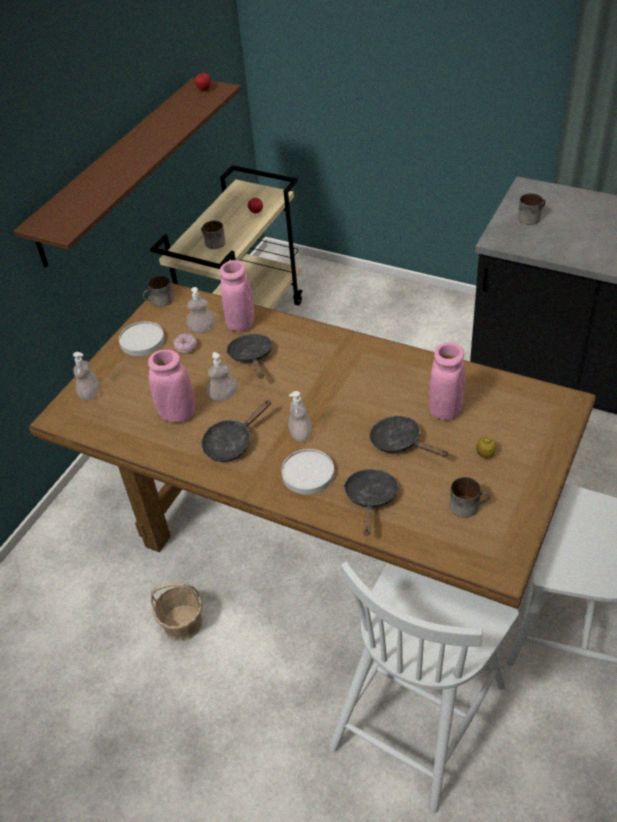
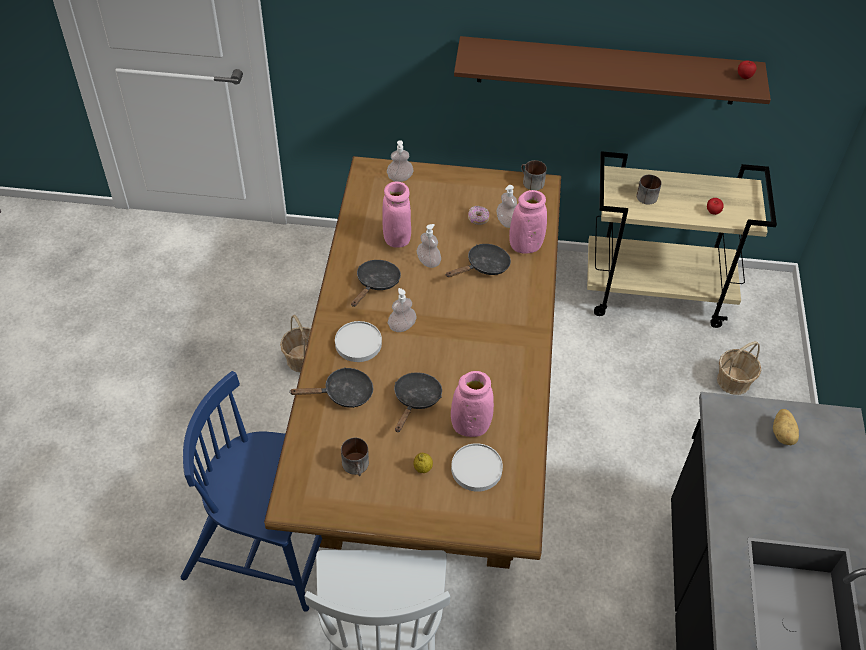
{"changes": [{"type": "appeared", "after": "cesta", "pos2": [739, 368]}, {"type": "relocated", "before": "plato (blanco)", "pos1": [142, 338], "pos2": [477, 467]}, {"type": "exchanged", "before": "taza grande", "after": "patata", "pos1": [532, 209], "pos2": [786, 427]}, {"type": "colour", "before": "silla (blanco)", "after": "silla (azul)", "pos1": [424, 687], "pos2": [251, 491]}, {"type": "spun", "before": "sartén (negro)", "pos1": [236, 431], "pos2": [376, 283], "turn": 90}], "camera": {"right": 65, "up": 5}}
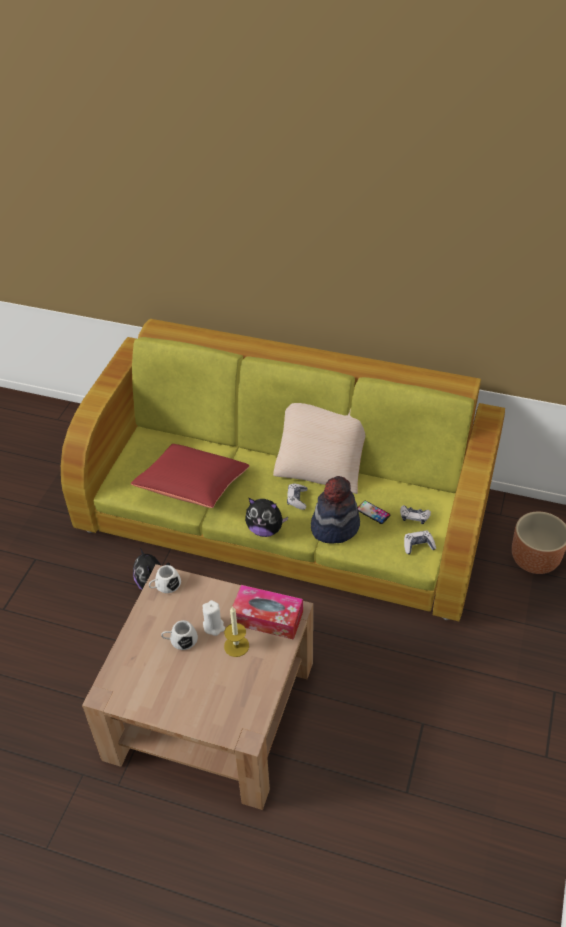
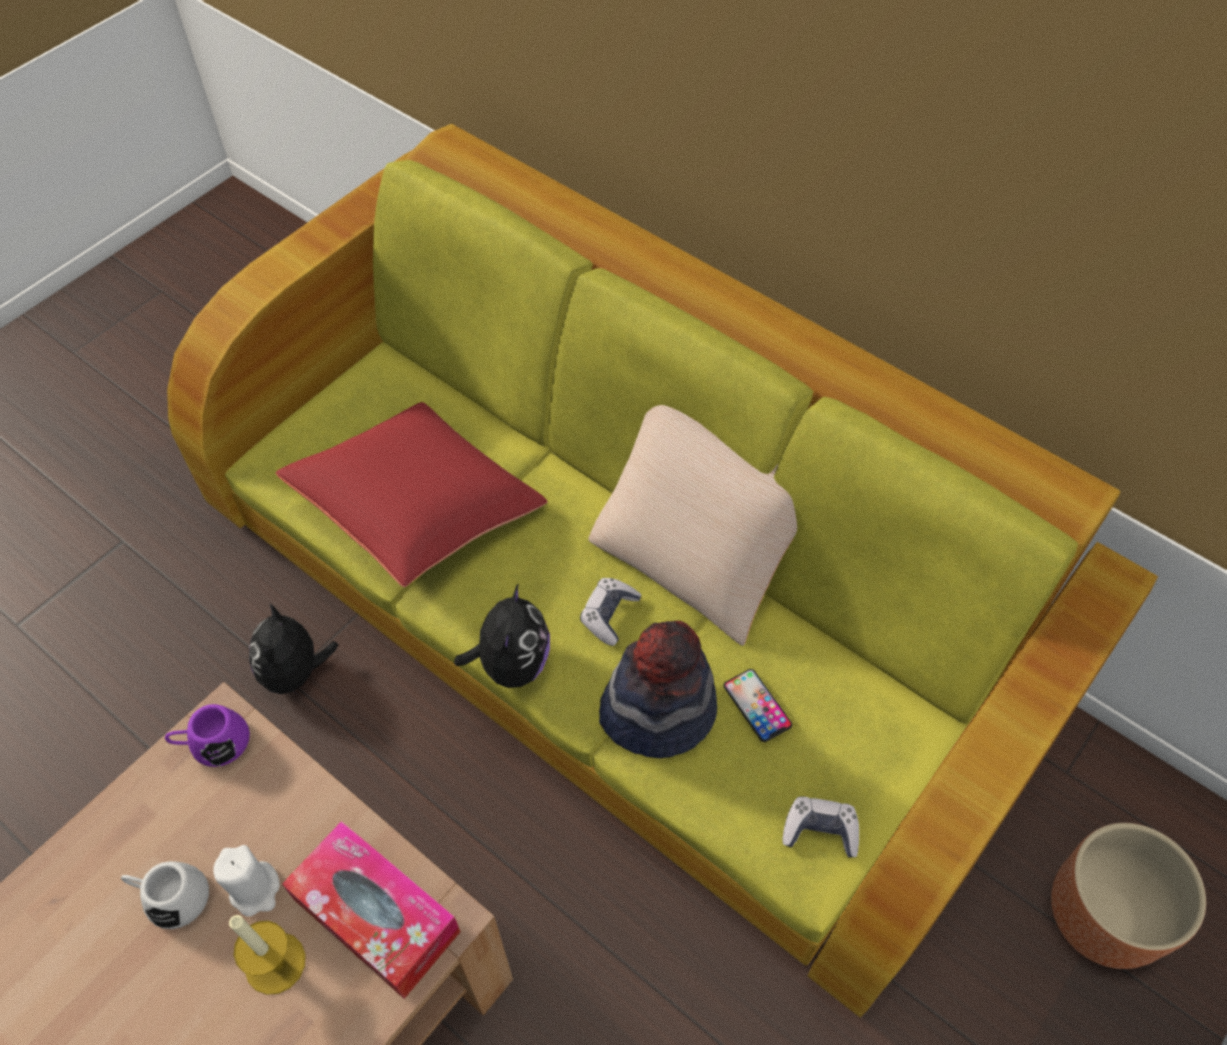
{"changes": [{"type": "missing", "before": "mando de consola", "pos1": [415, 514]}, {"type": "colour", "before": "taza grande (blanco)", "after": "taza grande (morado)", "pos1": [165, 579], "pos2": [207, 735]}, {"type": "spun", "before": "peluche", "pos1": [266, 517], "pos2": [502, 636], "turn": -120}], "camera": {"right": 20, "up": 10}}
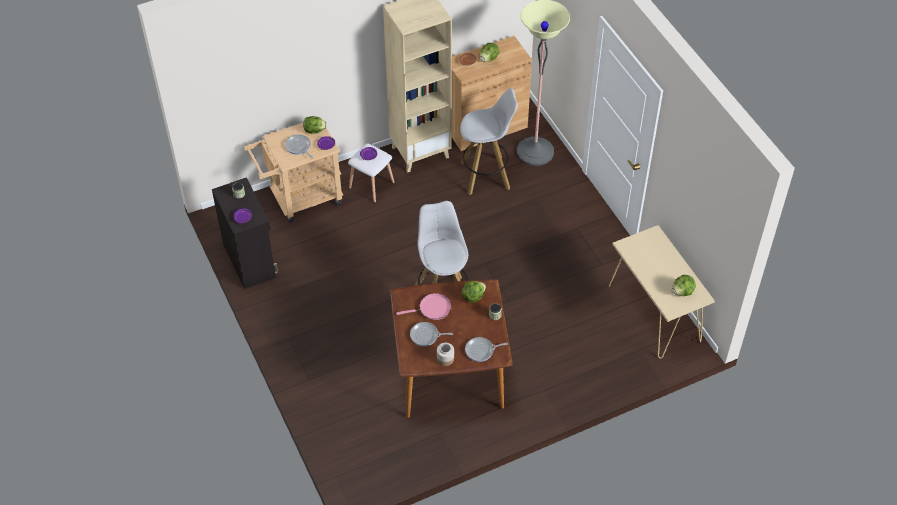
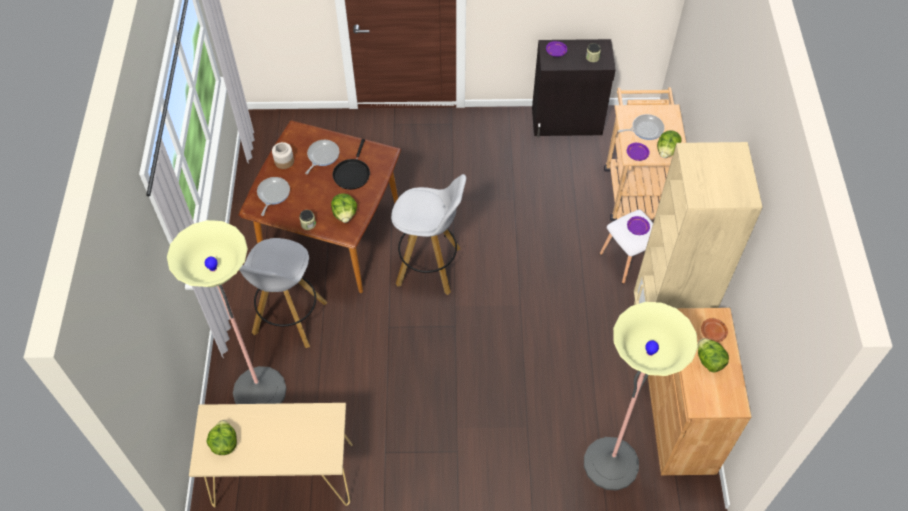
{"changes": [{"type": "appeared", "after": "lámpara de pie", "pos2": [227, 312]}, {"type": "relocated", "before": "taburete (blanco)", "pos1": [489, 141], "pos2": [283, 293]}, {"type": "colour", "before": "sartén (rosa)", "after": "sartén (negro)", "pos1": [424, 306], "pos2": [351, 164]}], "camera": {"right": 115, "up": 5}}
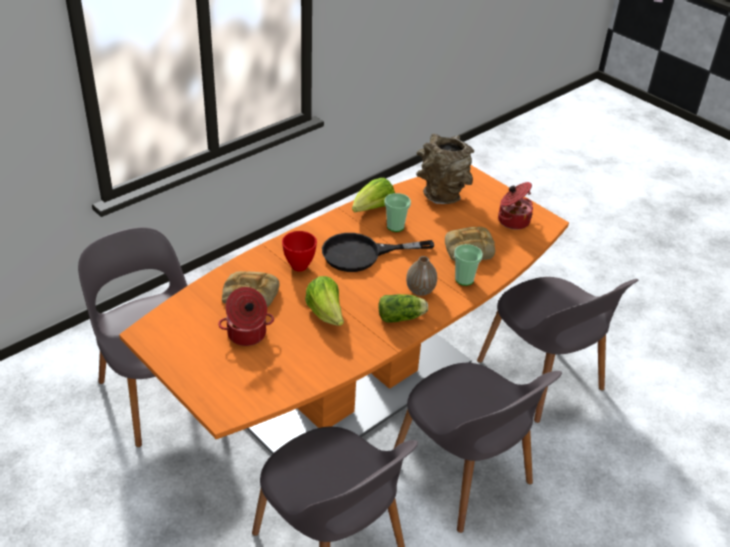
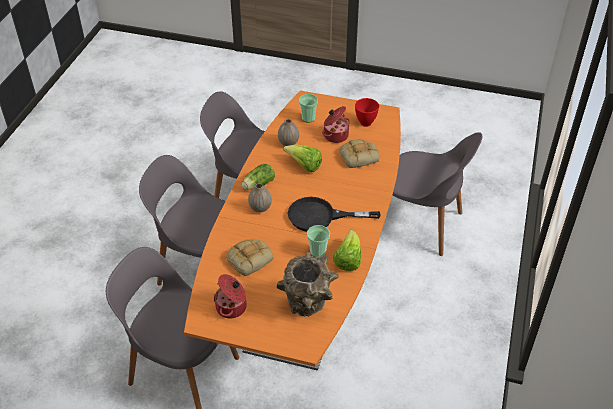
{"changes": [{"type": "appeared", "after": "florero", "pos2": [288, 132]}, {"type": "relocated", "before": "cuenco (rojo)", "pos1": [299, 251], "pos2": [367, 112]}, {"type": "relocated", "before": "taza", "pos1": [468, 265], "pos2": [308, 108]}, {"type": "spun", "before": "sartén (negro)", "pos1": [378, 252], "pos2": [334, 214], "turn": -135}], "camera": {"right": 150, "up": 5}}
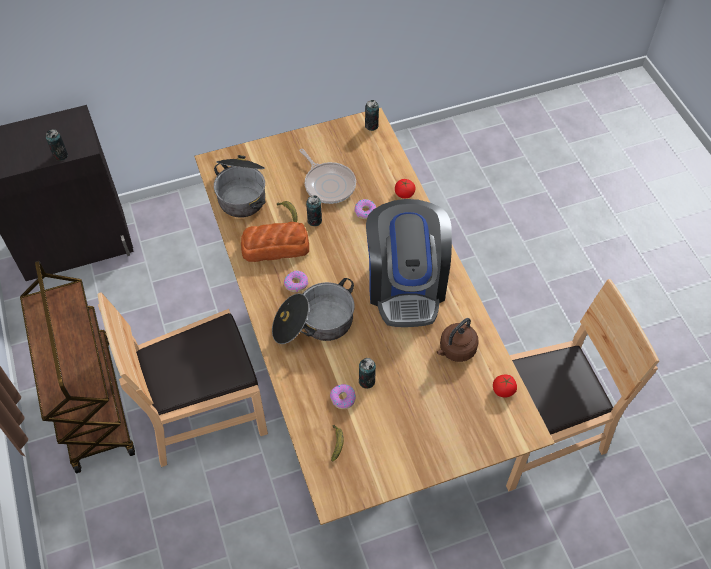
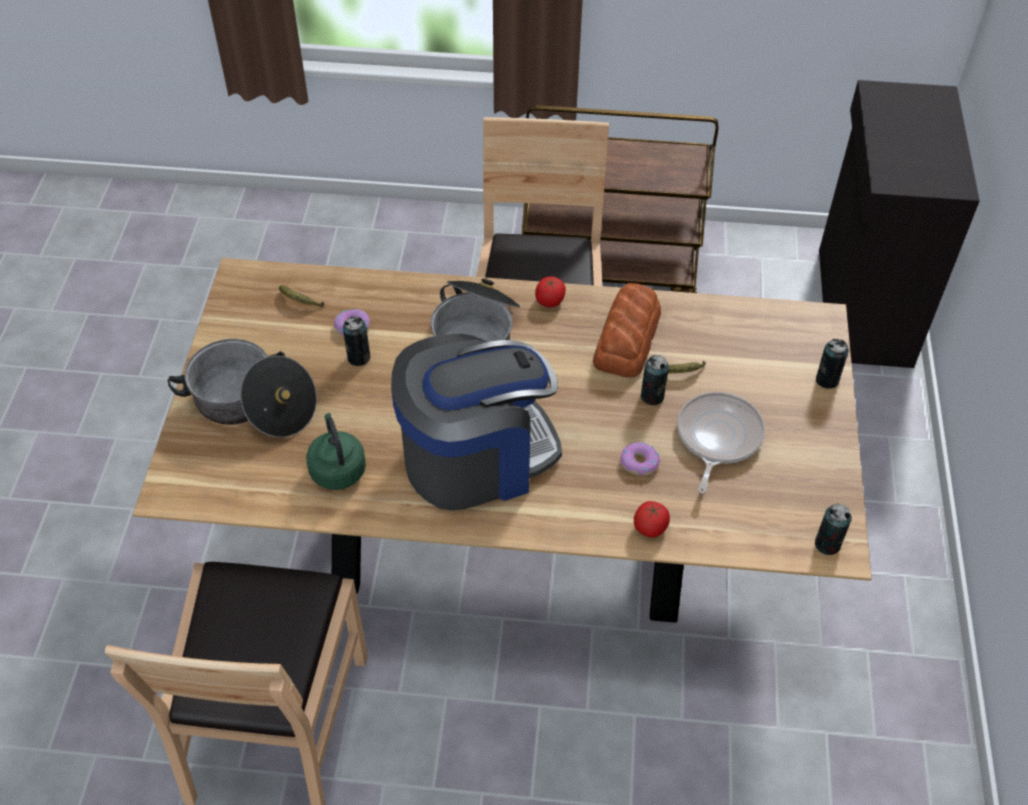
{"changes": [{"type": "missing", "before": "rosquilla", "pos1": [296, 281]}, {"type": "relocated", "before": "lata", "pos1": [57, 145], "pos2": [832, 364]}, {"type": "relocated", "before": "olla", "pos1": [240, 186], "pos2": [242, 388]}, {"type": "relocated", "before": "tomate", "pos1": [505, 386], "pos2": [550, 291]}, {"type": "colour", "before": "hervidor (marrón)", "after": "hervidor (verde)", "pos1": [458, 340], "pos2": [336, 451]}, {"type": "spun", "before": "sartén", "pos1": [327, 176], "pos2": [721, 443], "turn": 120}, {"type": "spun", "before": "cafetera", "pos1": [409, 263], "pos2": [476, 422], "turn": 135}], "camera": {"right": 115, "up": -5}}
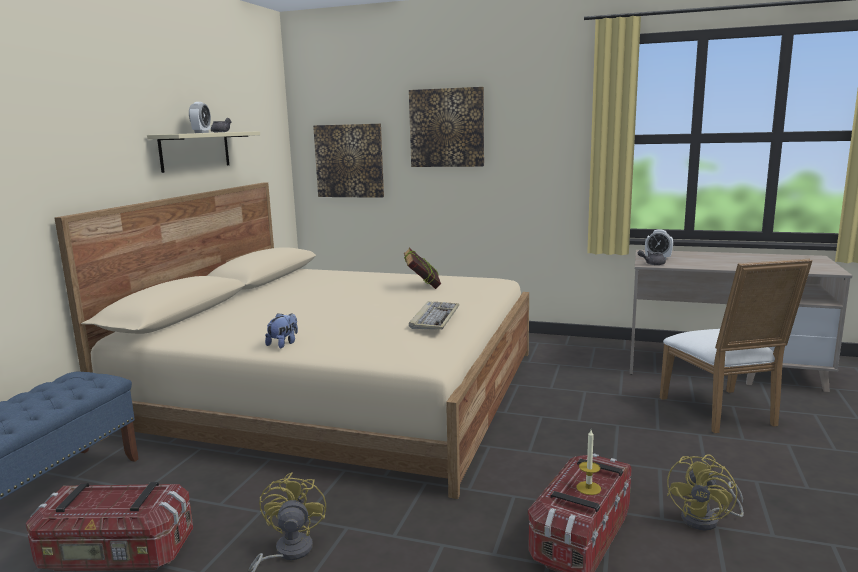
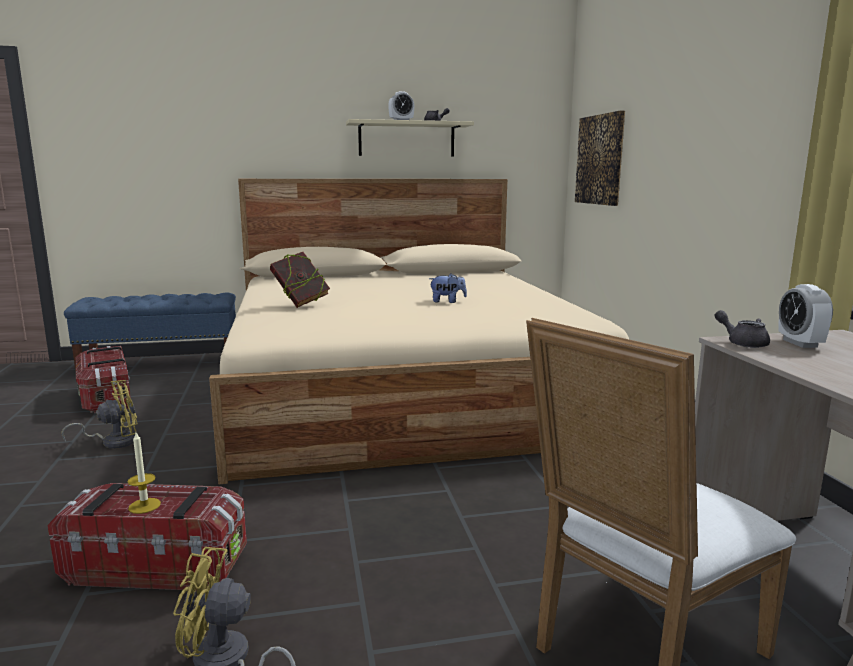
{"changes": [{"type": "missing", "before": "cuadro", "pos1": [446, 127]}, {"type": "missing", "before": "teclado", "pos1": [434, 315]}, {"type": "relocated", "before": "peluche", "pos1": [281, 330], "pos2": [448, 288]}, {"type": "relocated", "before": "libro", "pos1": [422, 268], "pos2": [300, 280]}], "camera": {"right": 60, "up": 0}}
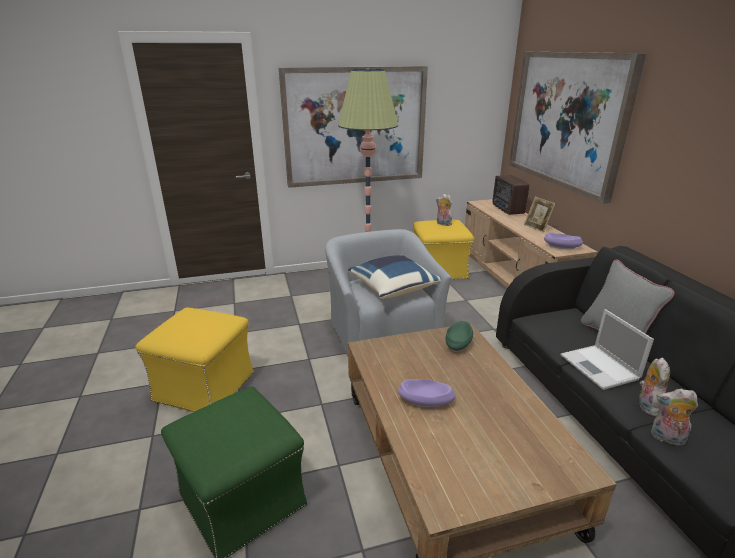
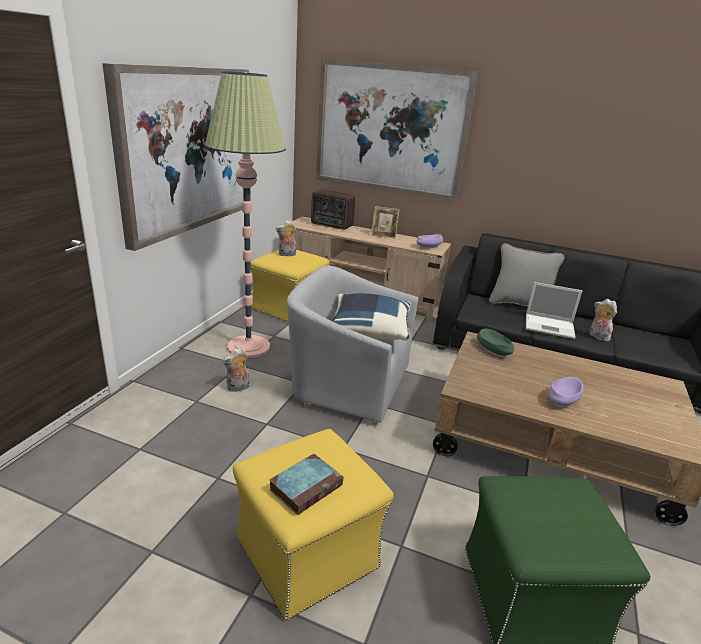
{"changes": [{"type": "appeared", "after": "libro", "pos2": [306, 484]}, {"type": "relocated", "before": "peluche", "pos1": [674, 417], "pos2": [236, 369]}], "camera": {"right": -55, "up": 0}}
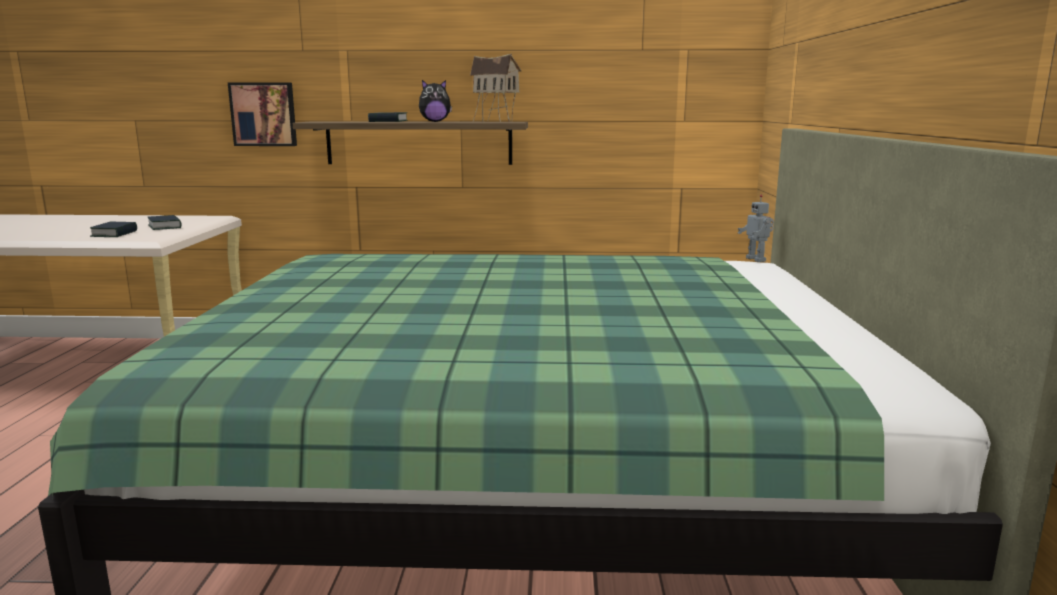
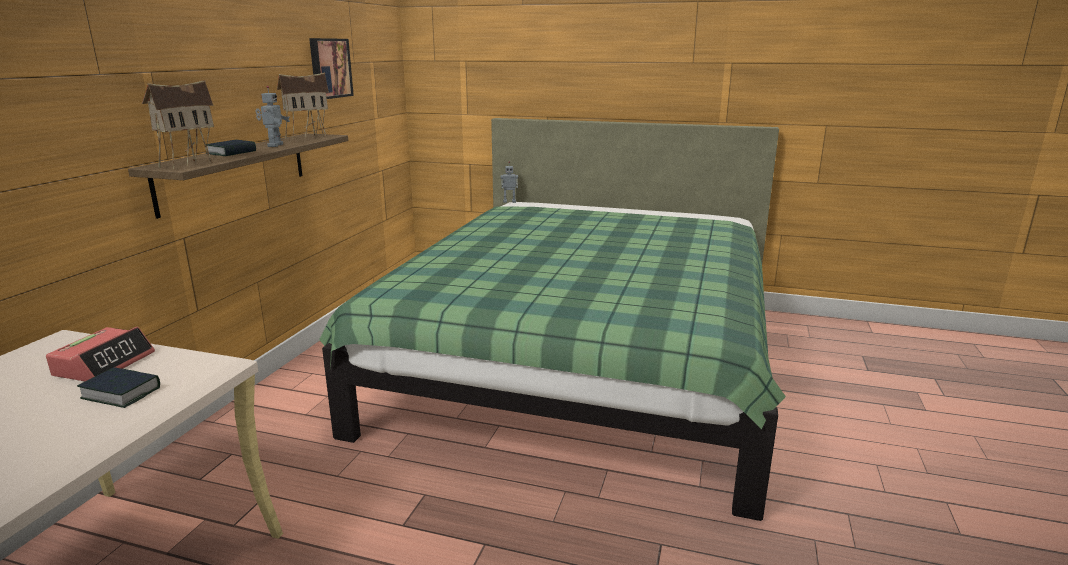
{"changes": [{"type": "appeared", "after": "casita", "pos2": [178, 124]}, {"type": "relocated", "before": "cuadro", "pos1": [262, 114], "pos2": [331, 68]}, {"type": "exchanged", "before": "libro", "after": "despertador", "pos1": [165, 222], "pos2": [100, 354]}, {"type": "exchanged", "before": "peluche", "after": "robot de juguete", "pos1": [435, 101], "pos2": [273, 116]}], "camera": {"right": -75, "up": 5}}
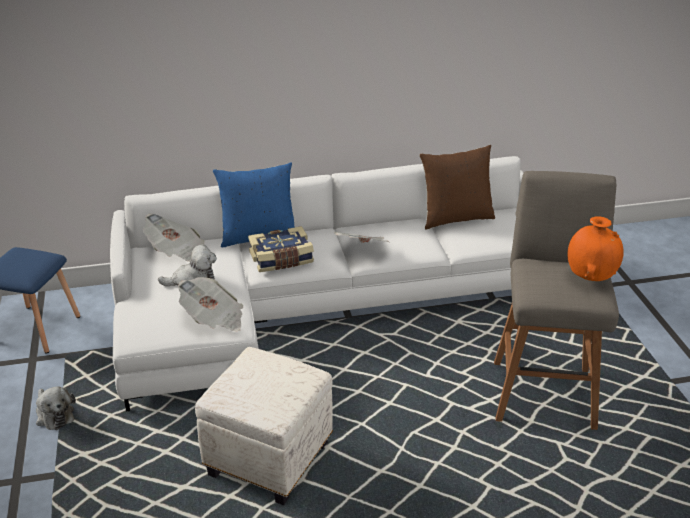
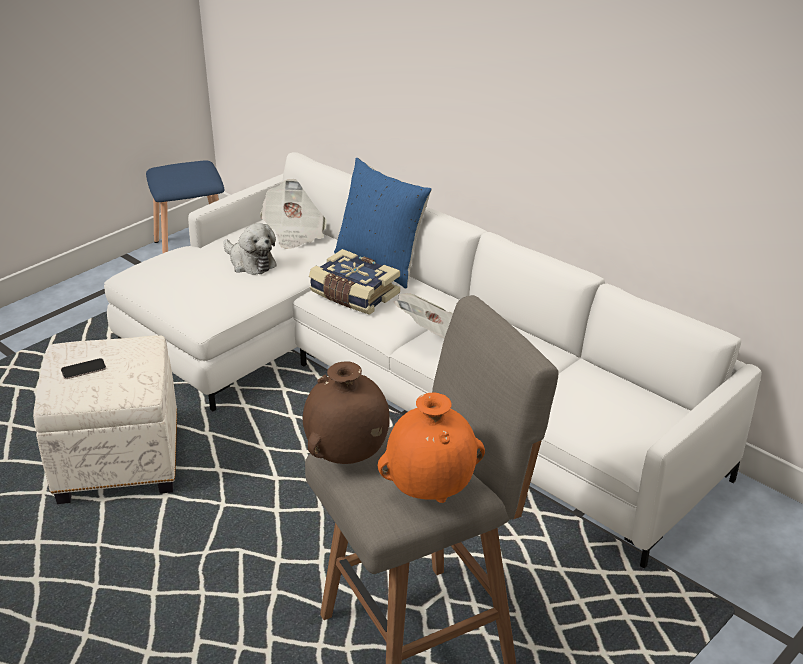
{"changes": [{"type": "missing", "before": "peluche", "pos1": [56, 408]}, {"type": "missing", "before": "periódico", "pos1": [210, 304]}, {"type": "missing", "before": "cojín (marrón)", "pos1": [457, 187]}, {"type": "appeared", "after": "móvil", "pos2": [83, 368]}, {"type": "appeared", "after": "florero (marrón)", "pos2": [346, 413]}], "camera": {"right": 55, "up": 0}}
